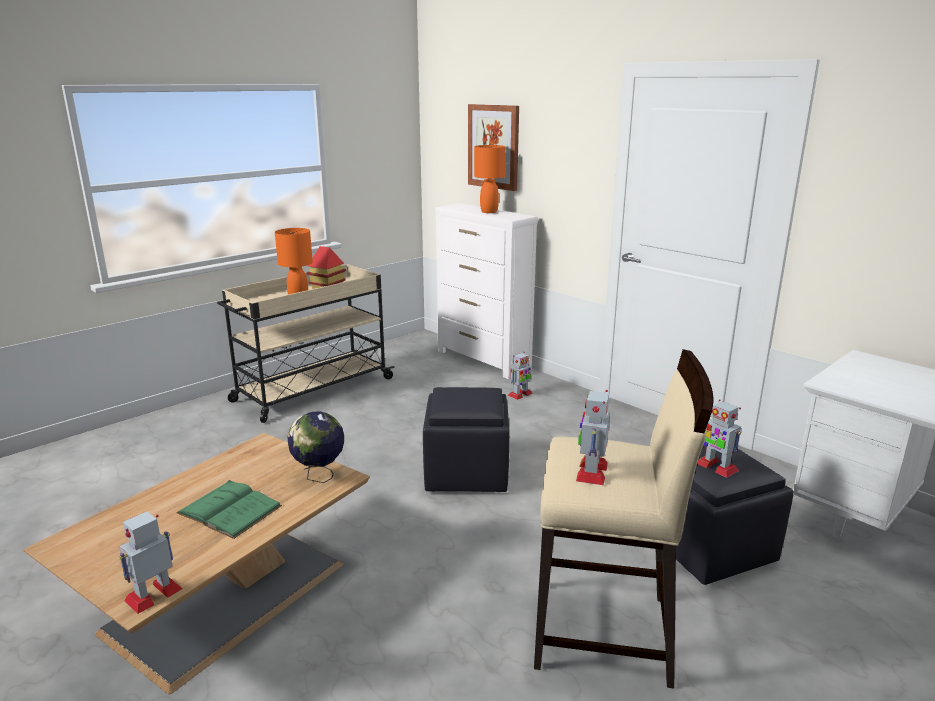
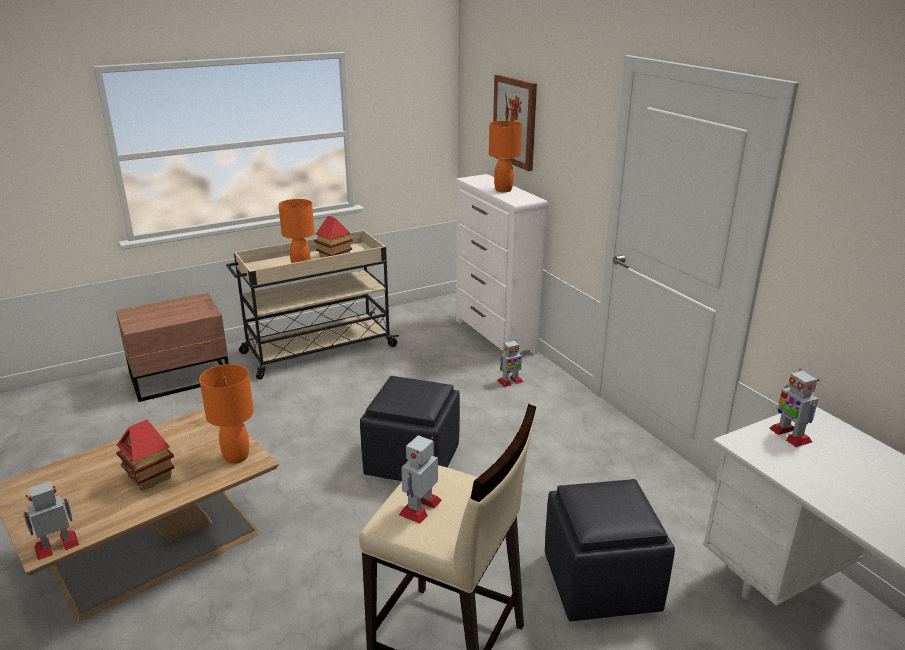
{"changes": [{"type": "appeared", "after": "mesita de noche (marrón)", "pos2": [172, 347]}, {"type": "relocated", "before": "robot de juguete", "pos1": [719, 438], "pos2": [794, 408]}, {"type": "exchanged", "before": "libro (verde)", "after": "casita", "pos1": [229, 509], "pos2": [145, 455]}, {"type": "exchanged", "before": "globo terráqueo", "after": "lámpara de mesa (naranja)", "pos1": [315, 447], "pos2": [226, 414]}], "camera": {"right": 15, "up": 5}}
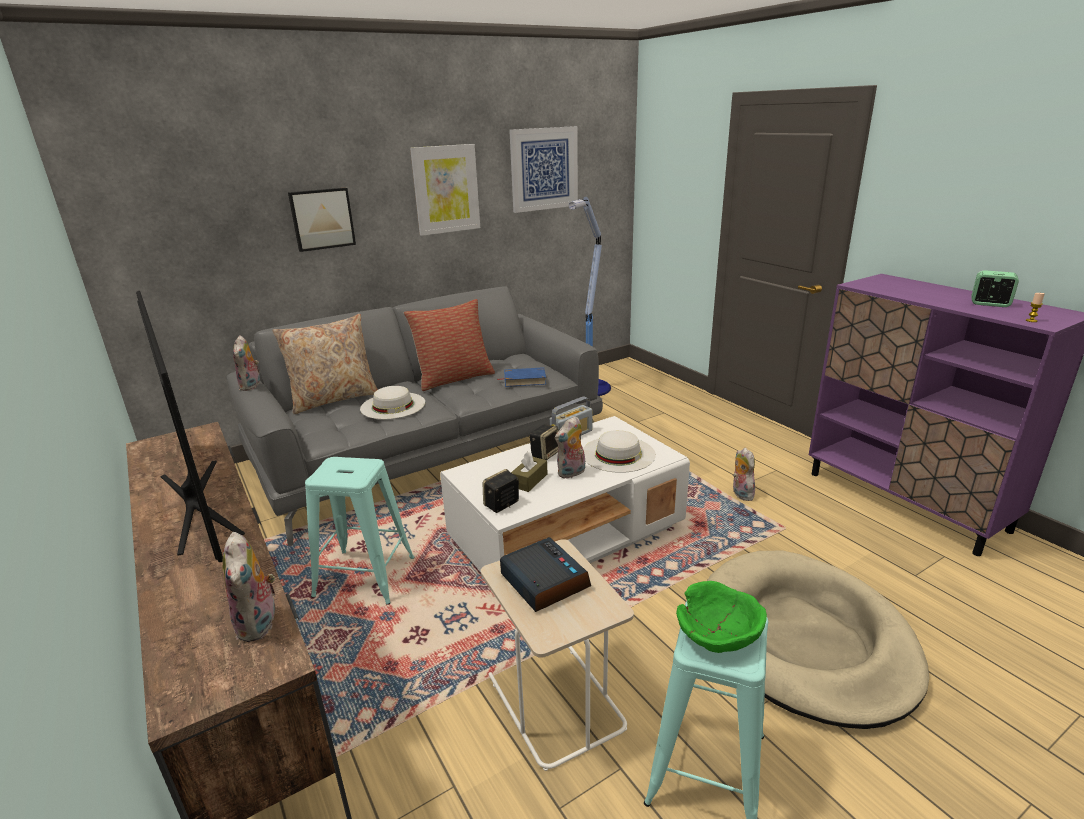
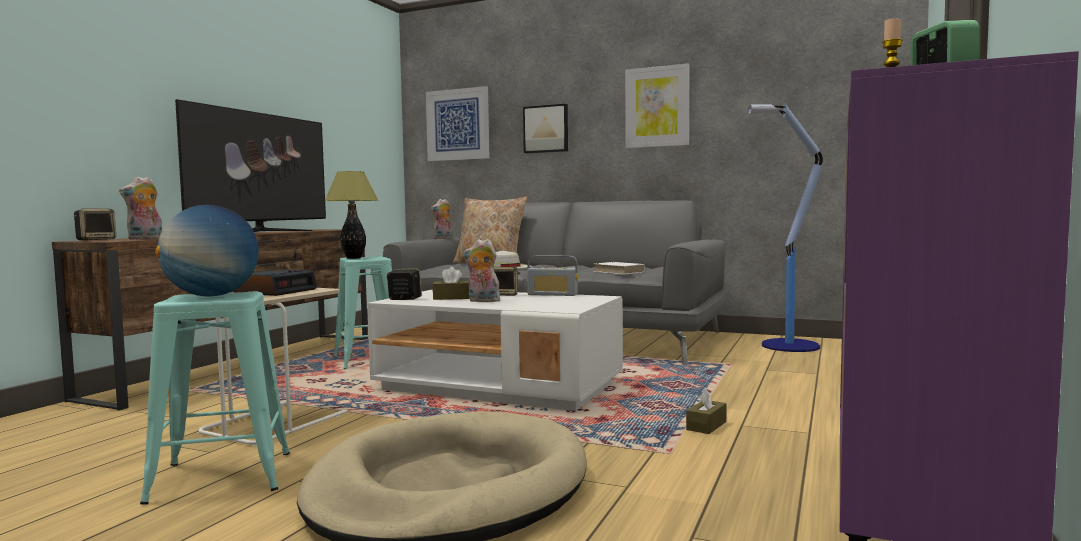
{"changes": [{"type": "missing", "before": "cojín", "pos1": [449, 345]}, {"type": "missing", "before": "sombrero (blanco)", "pos1": [619, 451]}, {"type": "appeared", "after": "altavoz", "pos2": [95, 224]}, {"type": "appeared", "after": "lámpara de mesa", "pos2": [351, 215]}, {"type": "relocated", "before": "cuadro", "pos1": [543, 169], "pos2": [458, 123]}, {"type": "exchanged", "before": "cuenco (verde)", "after": "globo terráqueo", "pos1": [721, 617], "pos2": [207, 250]}, {"type": "exchanged", "before": "peluche", "after": "caja de pañuelos (marrón)", "pos1": [744, 474], "pos2": [706, 411]}, {"type": "colour", "before": "libro (azul)", "after": "libro (blanco)", "pos1": [521, 377], "pos2": [619, 268]}], "camera": {"right": 55, "up": -20}}
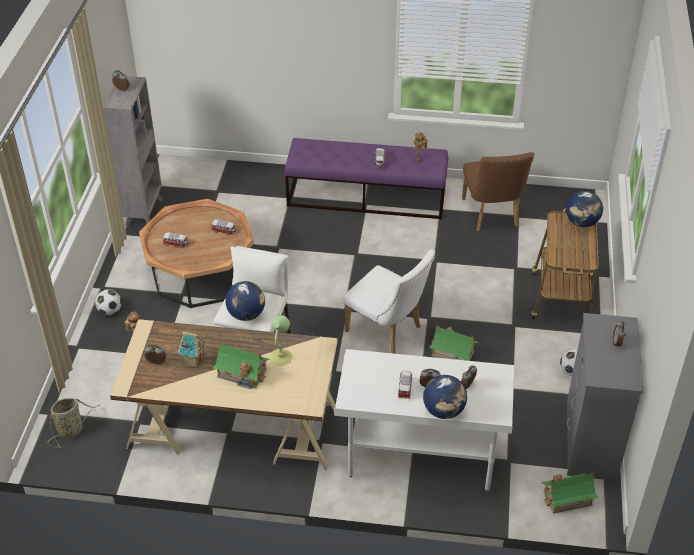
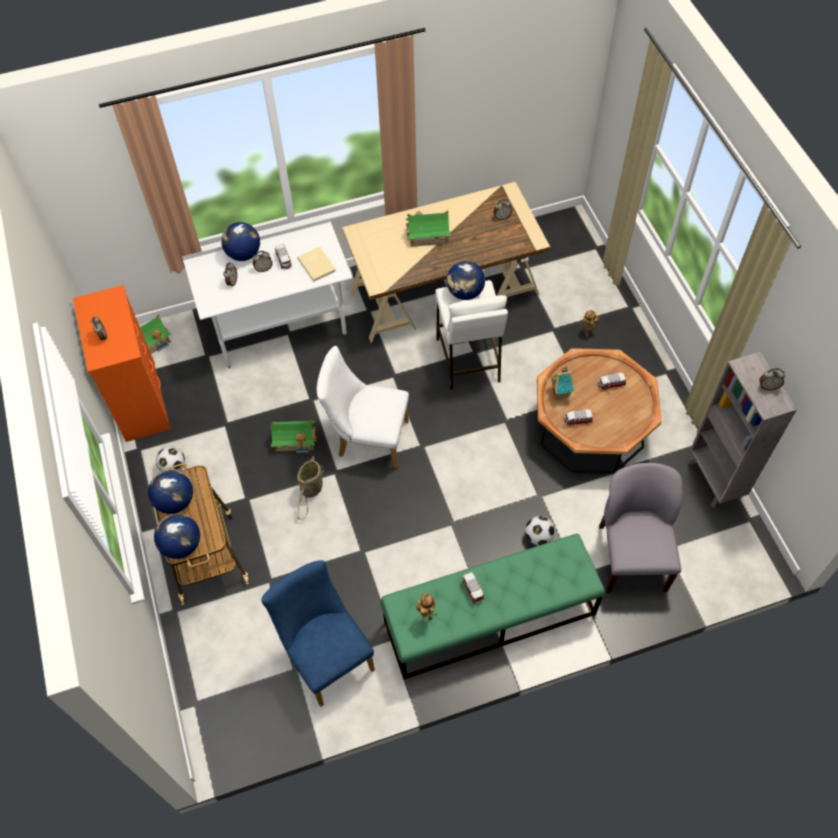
{"changes": [{"type": "missing", "before": "lámpara de mesa", "pos1": [280, 340]}, {"type": "appeared", "after": "globo terráqueo", "pos2": [170, 492]}, {"type": "appeared", "after": "libro (beis)", "pos2": [316, 264]}, {"type": "appeared", "after": "silla (gris)", "pos2": [641, 528]}, {"type": "relocated", "before": "cesta", "pos1": [74, 423], "pos2": [310, 488]}, {"type": "relocated", "before": "balón de fútbol", "pos1": [108, 302], "pos2": [540, 531]}, {"type": "relocated", "before": "casita", "pos1": [192, 349], "pos2": [562, 383]}, {"type": "colour", "before": "banco (morado)", "after": "banco (verde)", "pos1": [366, 178], "pos2": [493, 606]}, {"type": "colour", "before": "silla (marrón)", "after": "silla (azul)", "pos1": [498, 191], "pos2": [318, 633]}, {"type": "colour", "before": "cómoda (gris)", "after": "cómoda (naranja)", "pos1": [604, 397], "pos2": [122, 363]}], "camera": {"right": 155, "up": 15}}
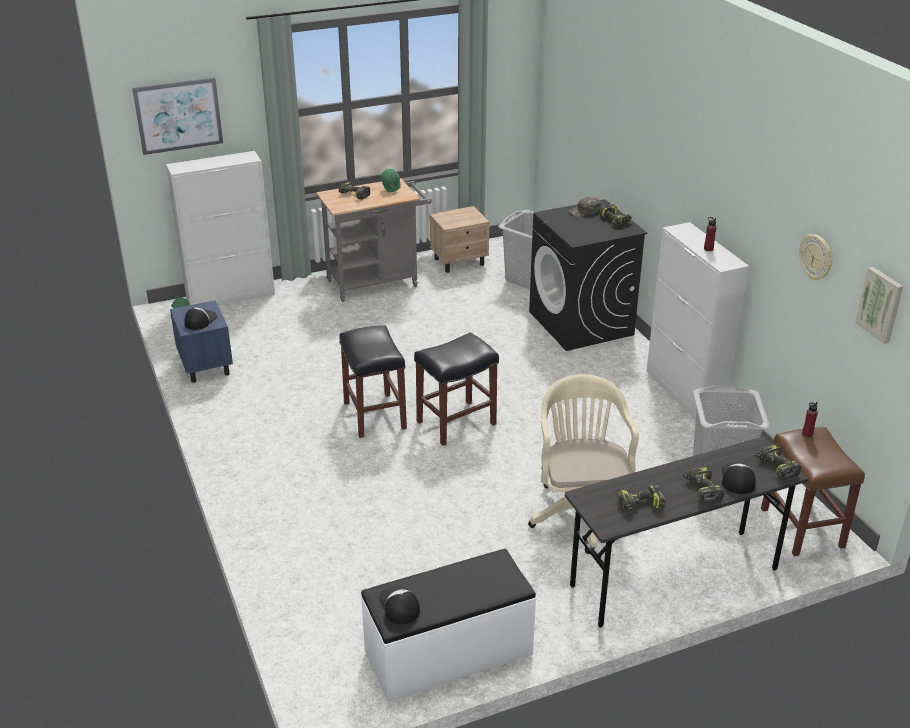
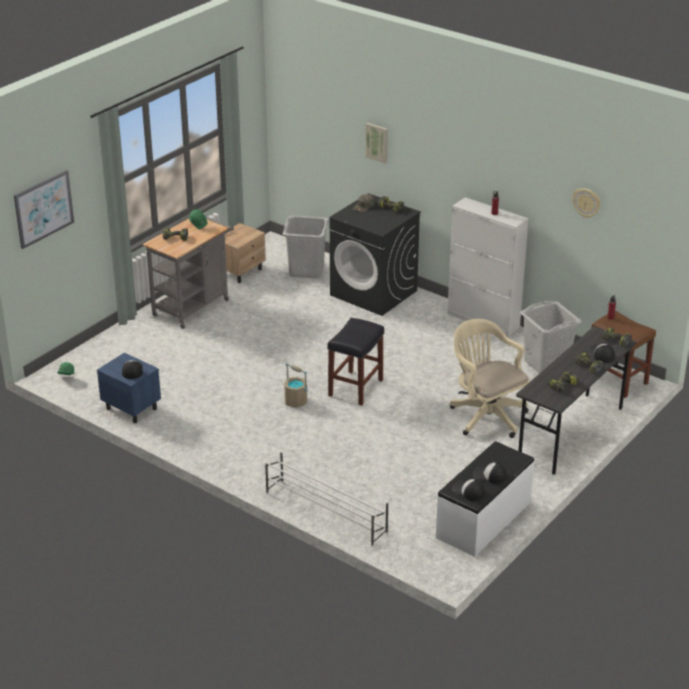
{"changes": [{"type": "missing", "before": "armario (blanco)", "pos1": [220, 228]}, {"type": "appeared", "after": "zapatero (blanco)", "pos2": [326, 499]}, {"type": "appeared", "after": "gorra", "pos2": [490, 473]}, {"type": "relocated", "before": "cuadro", "pos1": [879, 305], "pos2": [376, 143]}, {"type": "exchanged", "before": "taburete (negro)", "after": "cubo (beis)", "pos1": [373, 381], "pos2": [295, 385]}], "camera": {"right": -30, "up": 0}}
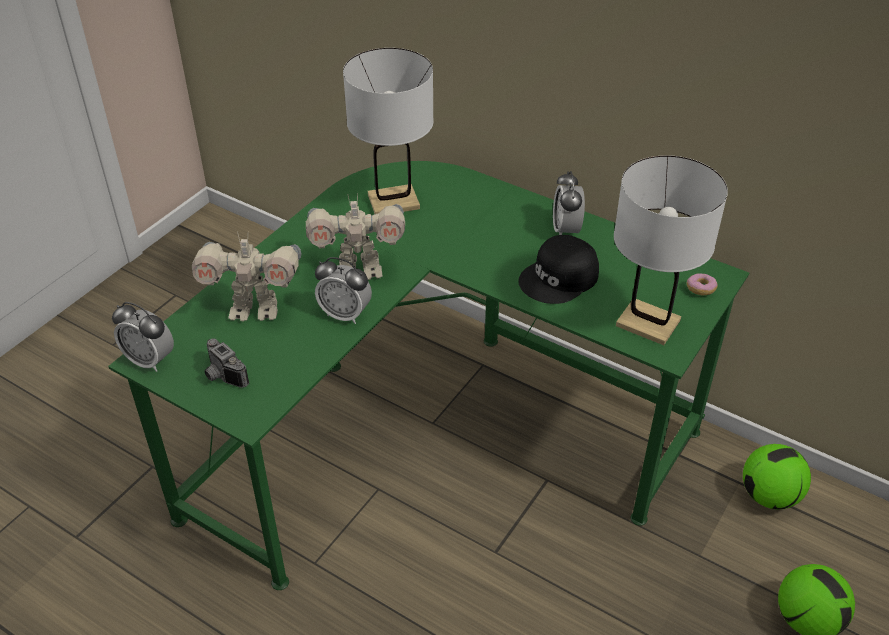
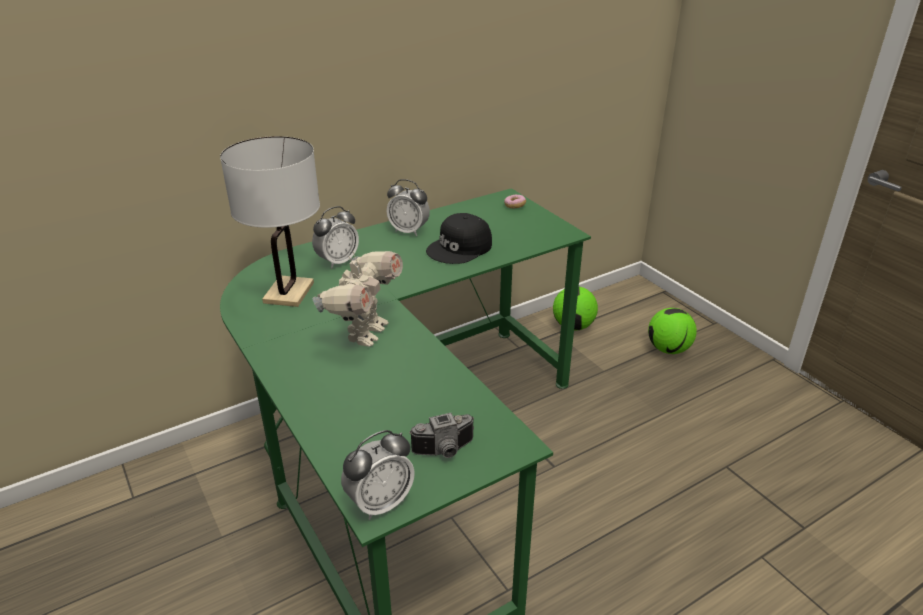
{"changes": [{"type": "missing", "before": "robot de juguete", "pos1": [247, 276]}, {"type": "missing", "before": "lámpara de mesa (blanco)", "pos1": [671, 250]}, {"type": "relocated", "before": "despertador", "pos1": [343, 290], "pos2": [335, 237]}, {"type": "spun", "before": "gorra (negro)", "pos1": [558, 269], "pos2": [459, 238], "turn": 60}], "camera": {"right": -65, "up": -10}}
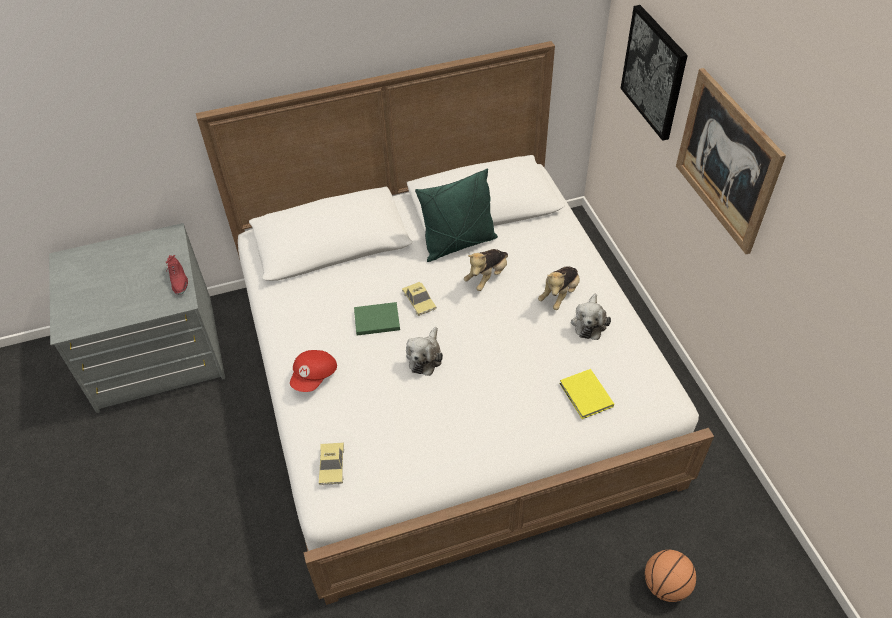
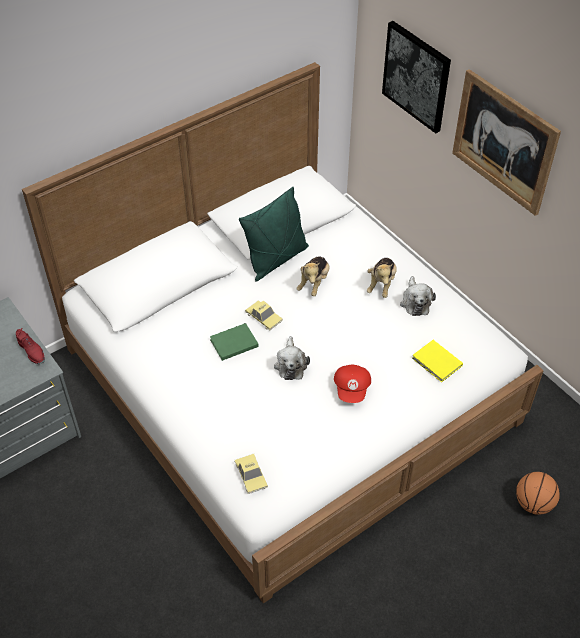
{"changes": [{"type": "relocated", "before": "gorra (rojo)", "pos1": [313, 371], "pos2": [352, 384]}], "camera": {"right": -20, "up": 0}}
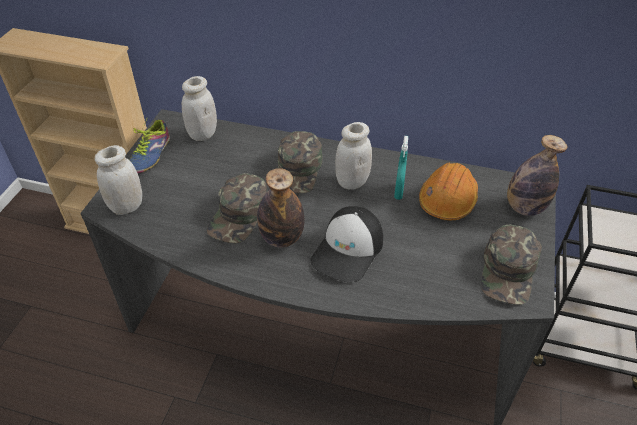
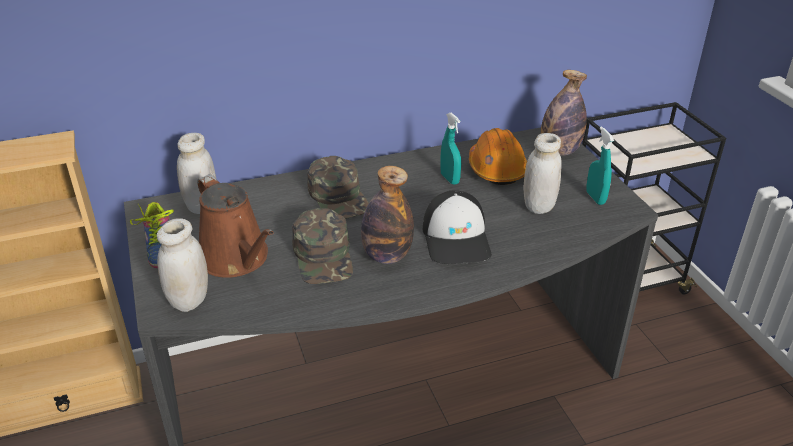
{"changes": [{"type": "appeared", "after": "regadera (marrón)", "pos2": [235, 226]}, {"type": "relocated", "before": "tarro (blanco)", "pos1": [353, 156], "pos2": [542, 173]}, {"type": "exchanged", "before": "gorra (verde)", "after": "pulverizador (turquesa)", "pos1": [511, 265], "pos2": [600, 166]}], "camera": {"right": -35, "up": -10}}
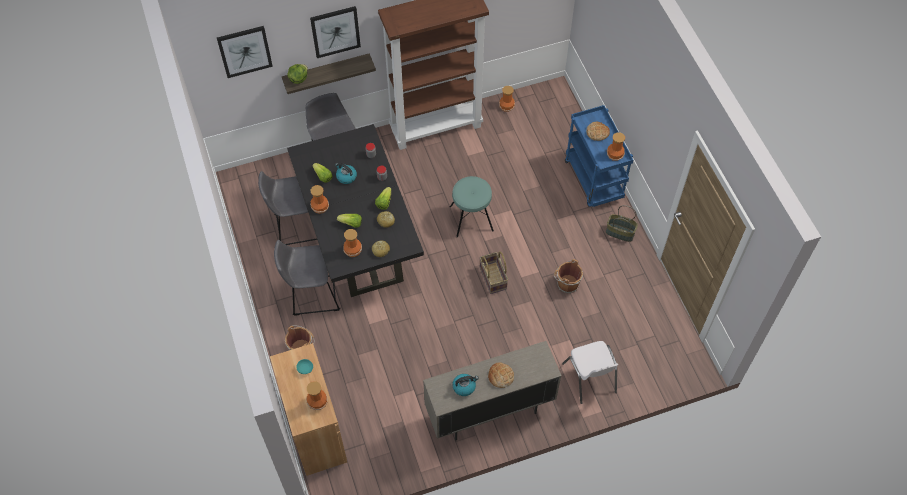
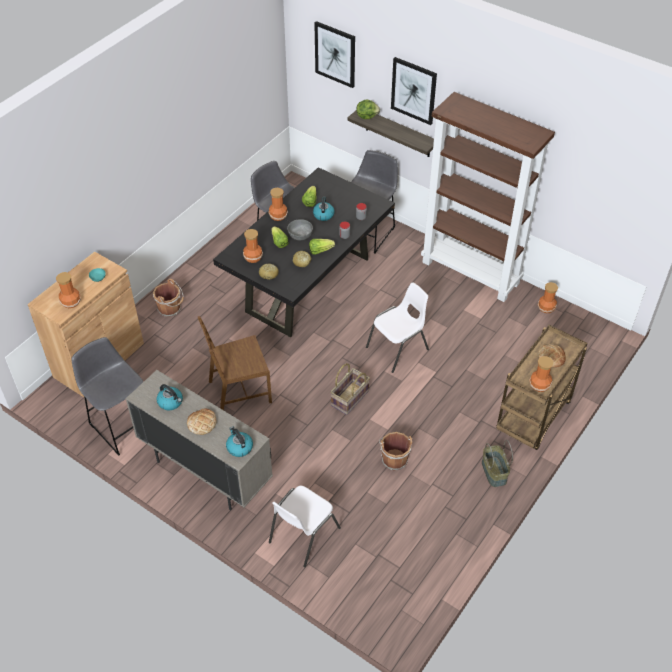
{"changes": [{"type": "appeared", "after": "silla (marrón)", "pos2": [235, 363]}, {"type": "appeared", "after": "hervidor", "pos2": [239, 441]}, {"type": "appeared", "after": "cuenco (gris)", "pos2": [300, 230]}, {"type": "relocated", "before": "taburete (gris)", "pos1": [307, 278], "pos2": [107, 396]}, {"type": "exchanged", "before": "taburete (turquesa)", "after": "silla (blanco)", "pos1": [472, 206], "pos2": [397, 327]}, {"type": "colour", "before": "carrito (azul)", "after": "carrito (marrón)", "pos1": [599, 156], "pos2": [542, 387]}], "camera": {"right": 55, "up": -10}}
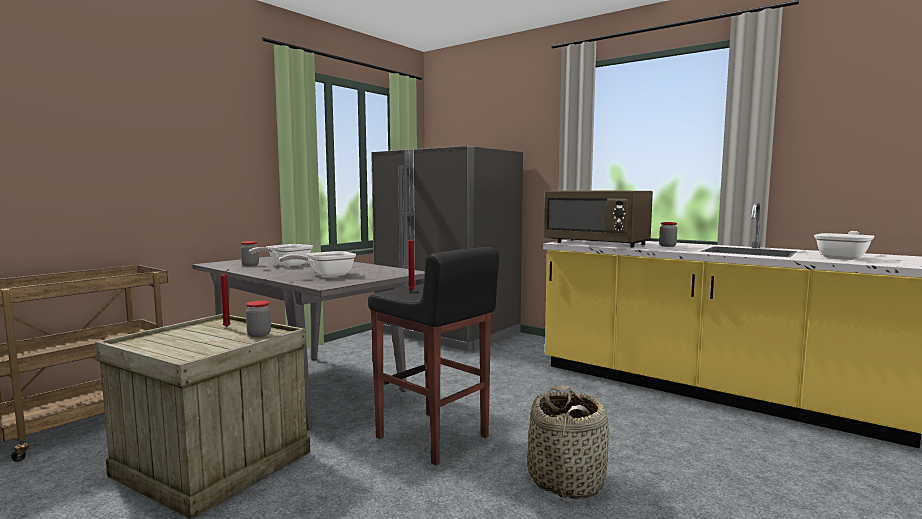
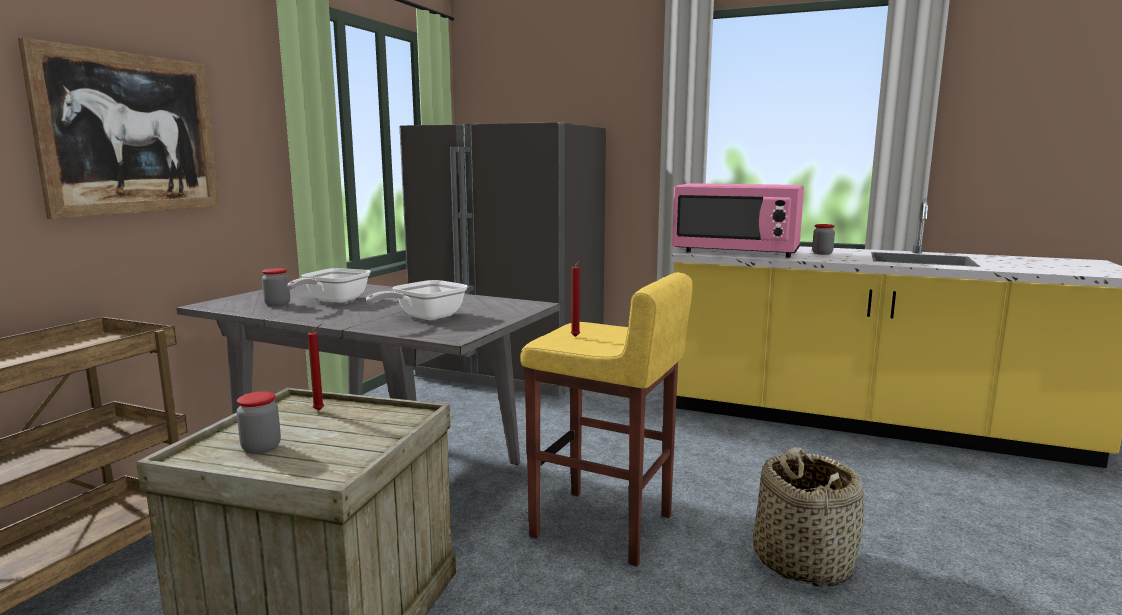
{"changes": [{"type": "missing", "before": "sartén", "pos1": [844, 245]}, {"type": "appeared", "after": "cuadro", "pos2": [119, 128]}, {"type": "relocated", "before": "tarro", "pos1": [258, 319], "pos2": [259, 423]}, {"type": "colour", "before": "taburete (negro)", "after": "taburete (amarillo)", "pos1": [433, 356], "pos2": [606, 419]}, {"type": "colour", "before": "microondas (marrón)", "after": "microondas (rosa)", "pos1": [598, 219], "pos2": [738, 220]}], "camera": {"right": -15, "up": 5}}
